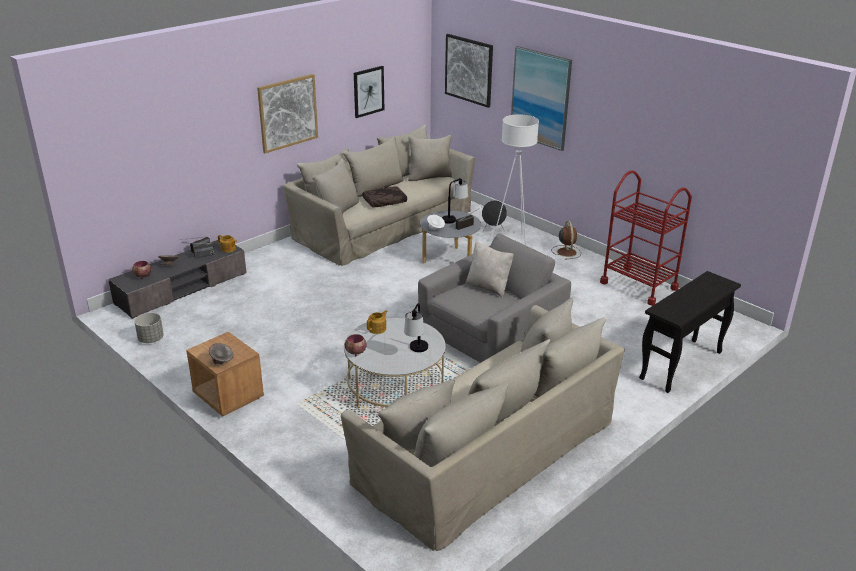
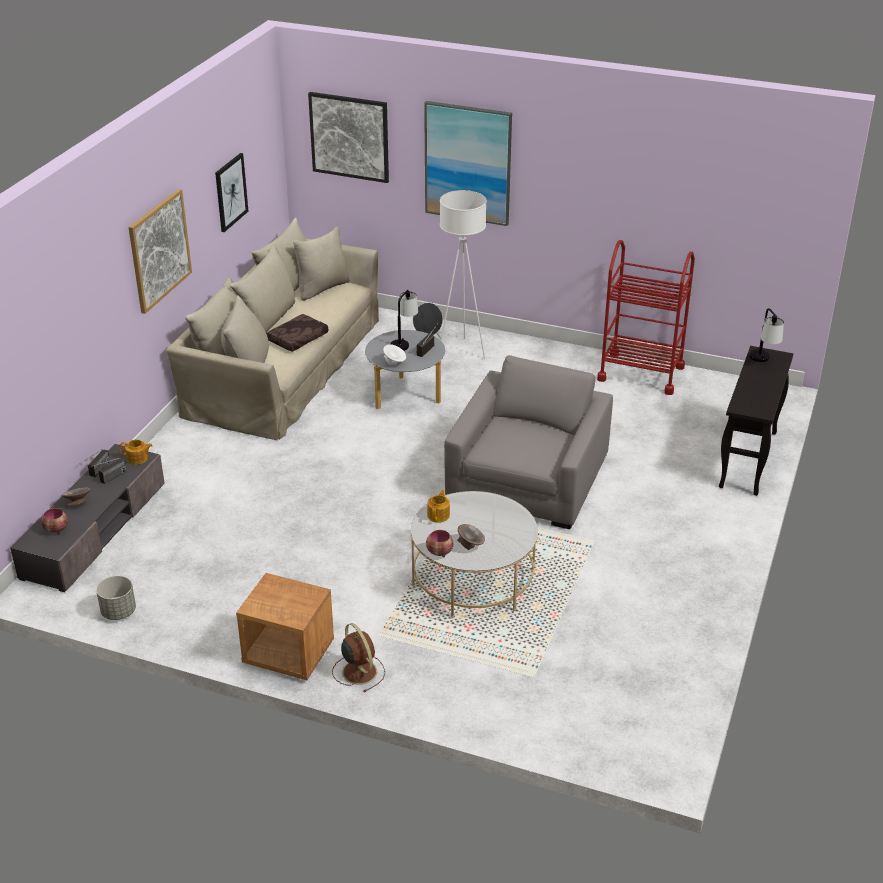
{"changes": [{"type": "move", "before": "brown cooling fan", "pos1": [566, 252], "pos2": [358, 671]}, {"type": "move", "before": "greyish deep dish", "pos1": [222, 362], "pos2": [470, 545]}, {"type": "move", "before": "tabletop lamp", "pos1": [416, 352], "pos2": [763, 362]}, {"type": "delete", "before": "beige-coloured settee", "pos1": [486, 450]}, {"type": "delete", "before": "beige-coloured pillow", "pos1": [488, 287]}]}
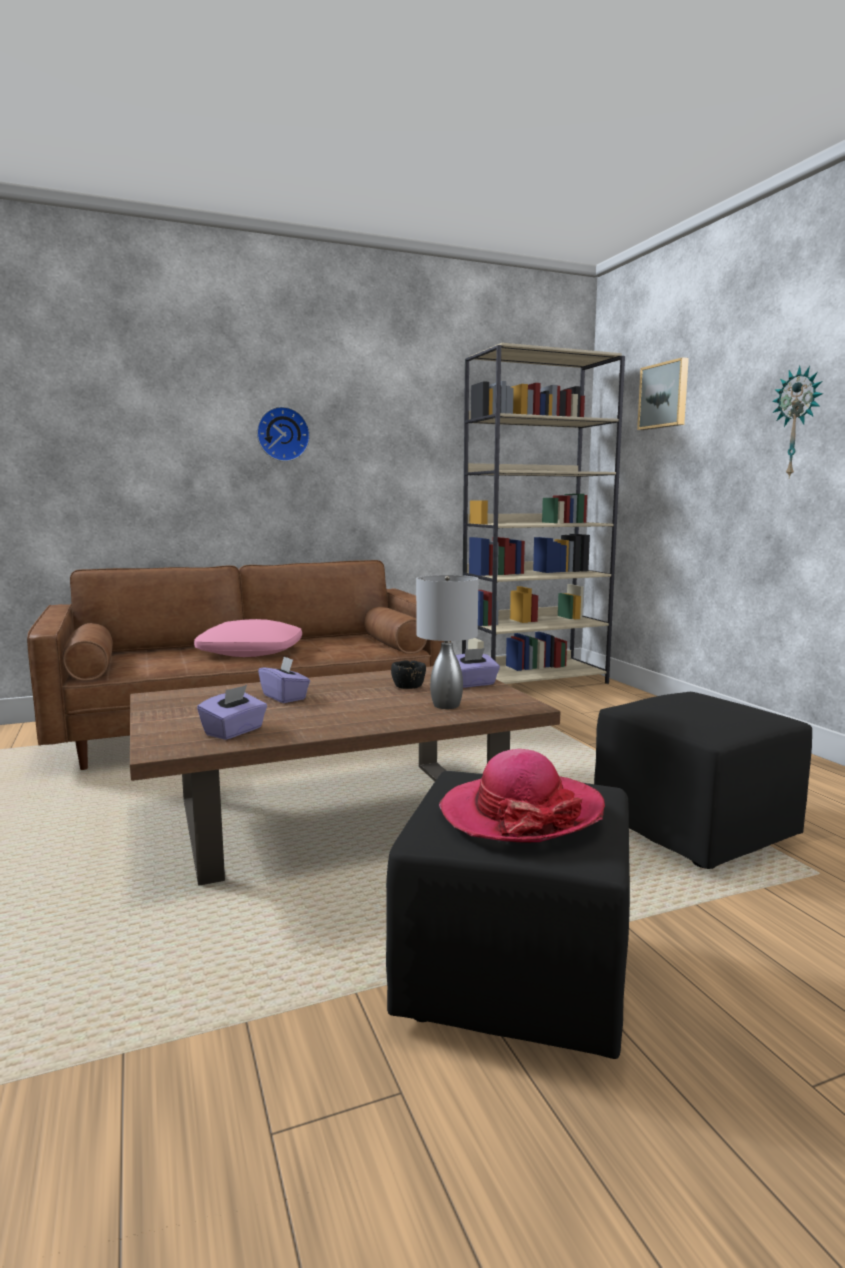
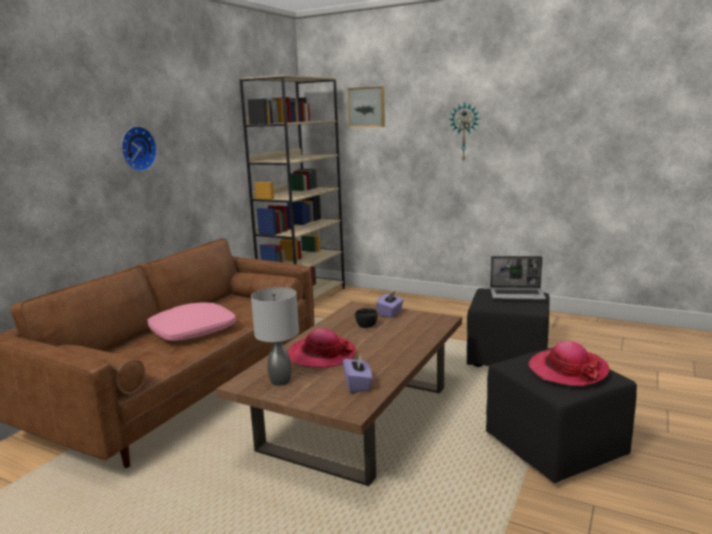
{"changes": [{"type": "move", "before": "greyish tabletop lamp", "pos1": [445, 705], "pos2": [279, 381]}, {"type": "replace", "before": "purple-coloured tissue box", "after": "wearable hat", "pos1": [285, 697], "pos2": [321, 355]}, {"type": "insert", "after": "laptop", "pos2": [517, 295]}]}
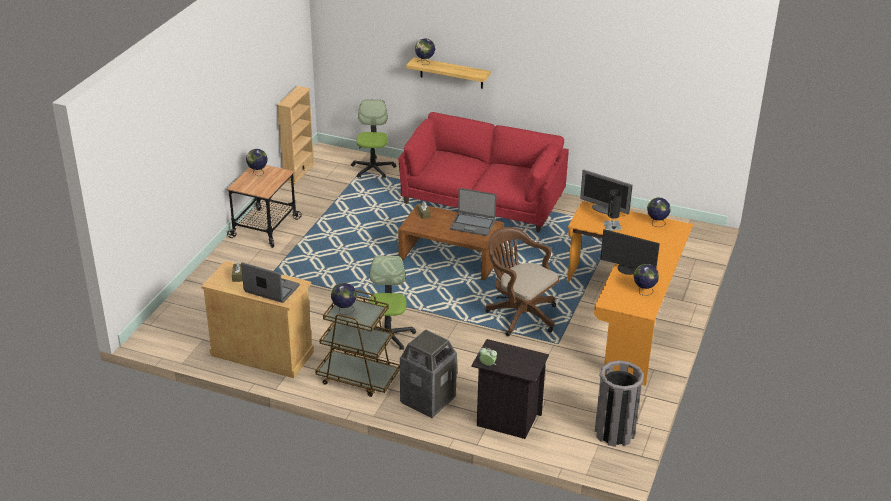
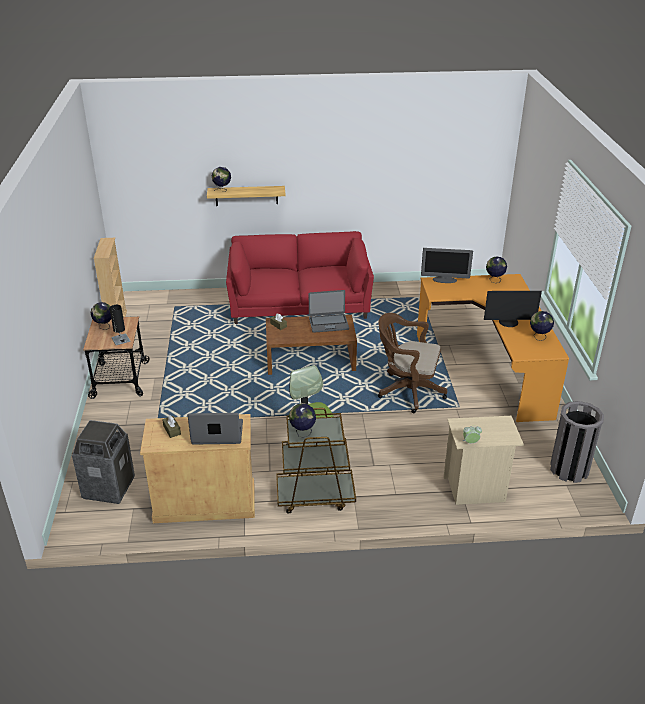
{"changes": [{"type": "move", "before": "waste bin", "pos1": [428, 400], "pos2": [108, 487]}, {"type": "move", "before": "black-coloured tabletop lamp", "pos1": [612, 226], "pos2": [121, 339]}, {"type": "recolor", "before": "black-coloured bedside table", "after": "beige-coloured bedside table", "pos1": [506, 420], "pos2": [475, 489]}, {"type": "delete", "before": "computer chair", "pos1": [373, 169]}]}
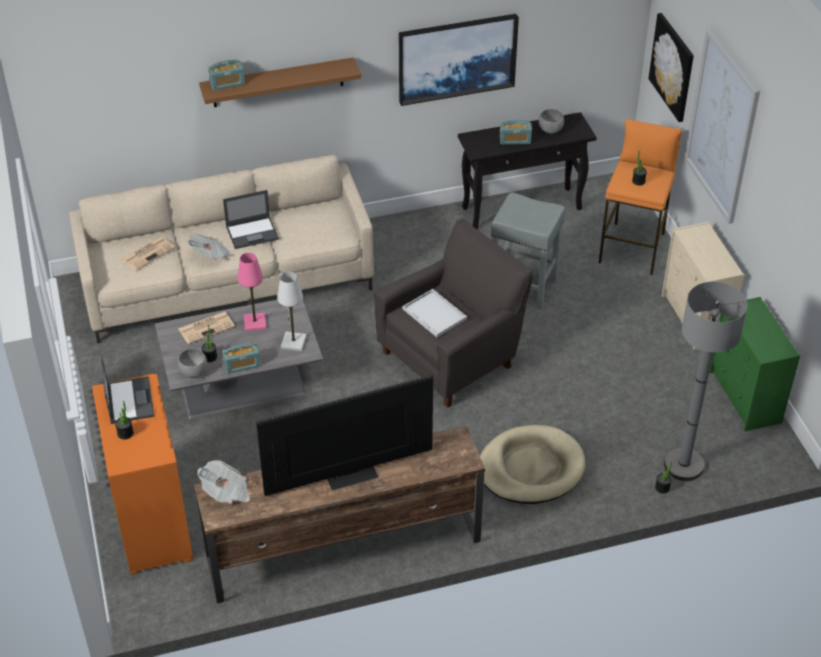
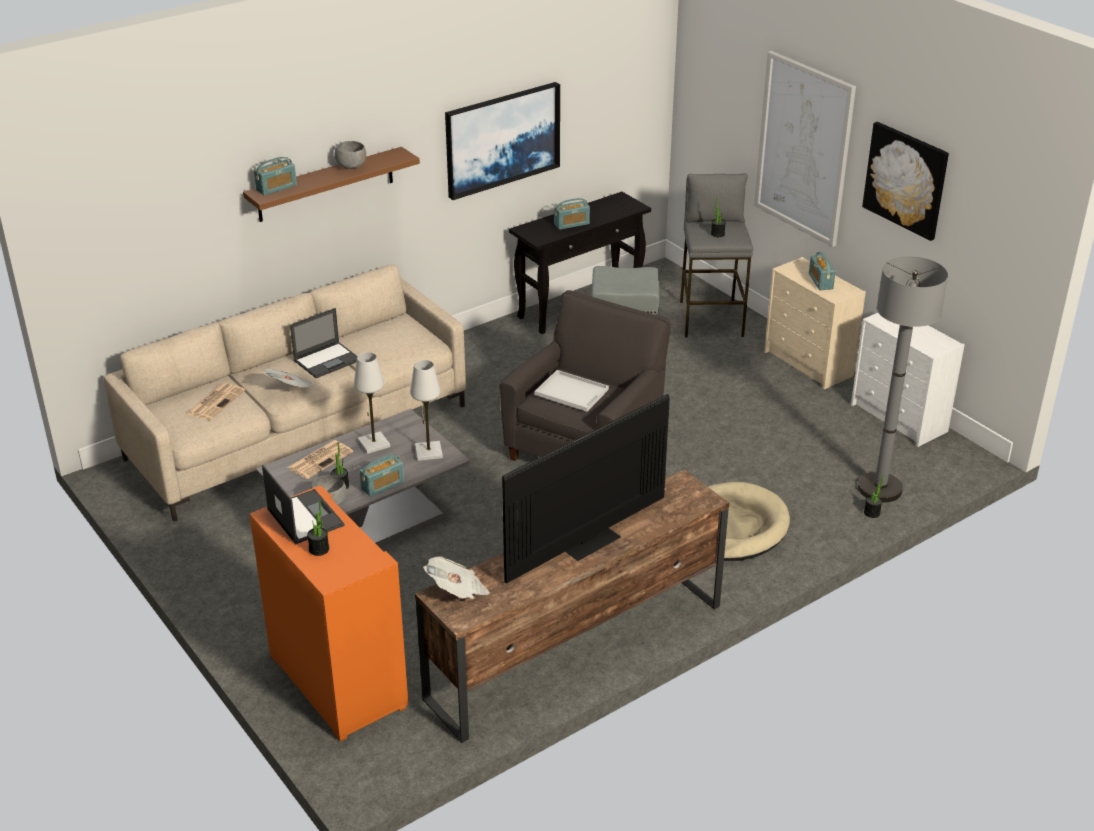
{"changes": [{"type": "move", "before": "greyish deep dish", "pos1": [550, 130], "pos2": [351, 166]}, {"type": "recolor", "before": "pinkish tabletop lamp", "after": "white-coloured tabletop lamp", "pos1": [254, 323], "pos2": [373, 444]}, {"type": "recolor", "before": "orangey stool seat", "after": "greyish stool seat", "pos1": [633, 248], "pos2": [711, 318]}, {"type": "insert", "after": "radio receiver", "pos2": [820, 281]}, {"type": "recolor", "before": "greenish drawer chest", "after": "white-coloured drawer chest", "pos1": [745, 398], "pos2": [899, 418]}, {"type": "move", "before": "wall picture", "pos1": [672, 67], "pos2": [906, 180]}]}
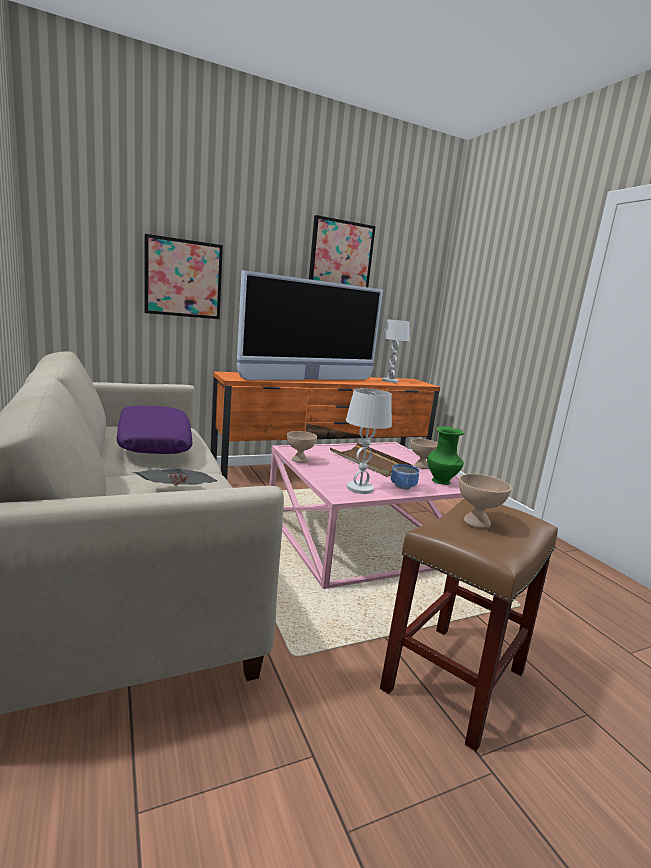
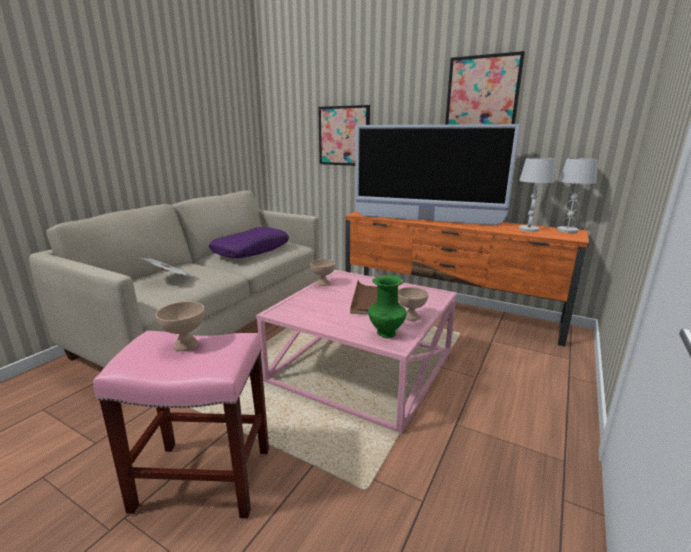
{"changes": [{"type": "recolor", "before": "brown stool seat", "after": "pinkish stool seat", "pos1": [455, 681], "pos2": [202, 479]}, {"type": "move", "before": "white-coloured tabletop lamp", "pos1": [360, 488], "pos2": [567, 230]}, {"type": "delete", "before": "deep dish", "pos1": [403, 487]}]}
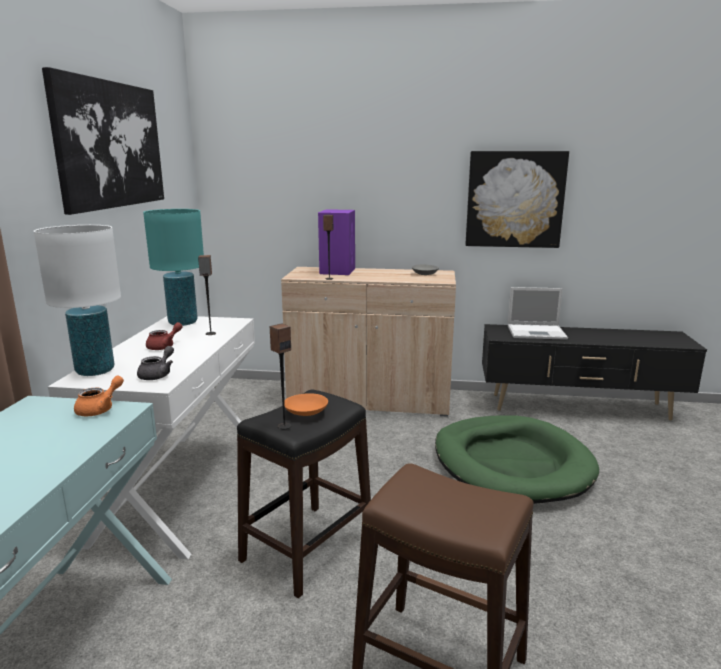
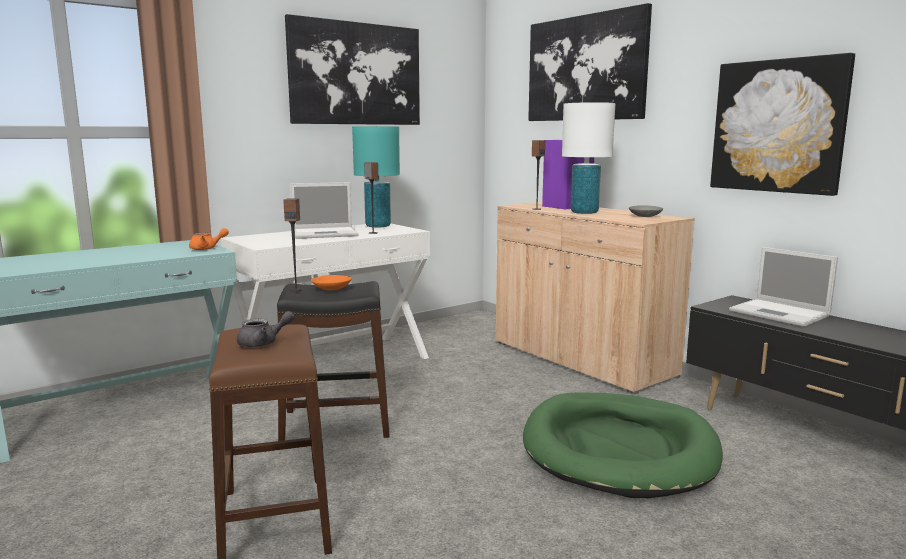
{"changes": [{"type": "move", "before": "greyish tea pot", "pos1": [158, 375], "pos2": [263, 343]}, {"type": "replace", "before": "red-coloured tea pot", "after": "laptop", "pos1": [164, 346], "pos2": [326, 233]}, {"type": "insert", "after": "wall picture", "pos2": [585, 68]}, {"type": "move", "before": "white-coloured tabletop lamp", "pos1": [95, 371], "pos2": [584, 212]}]}
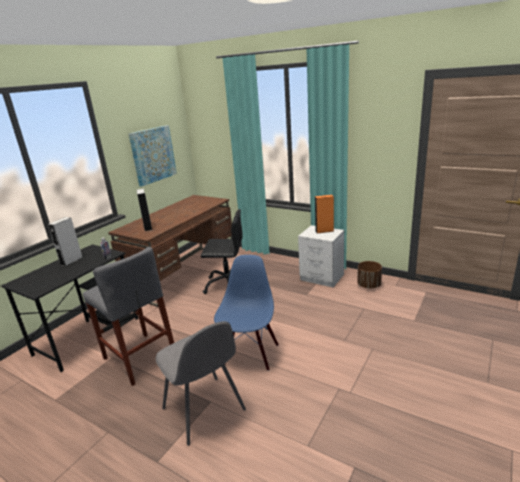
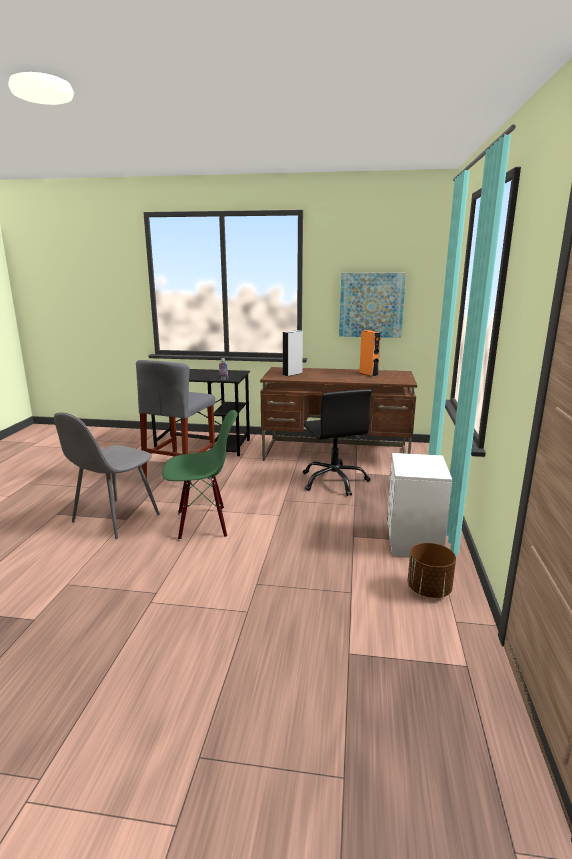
{"changes": [{"type": "recolor", "before": "blue-coloured chair", "after": "greenish chair", "pos1": [250, 354], "pos2": [202, 523]}, {"type": "move", "before": "orangey speaker", "pos1": [324, 231], "pos2": [368, 374]}, {"type": "delete", "before": "greyish speaker", "pos1": [71, 261]}]}
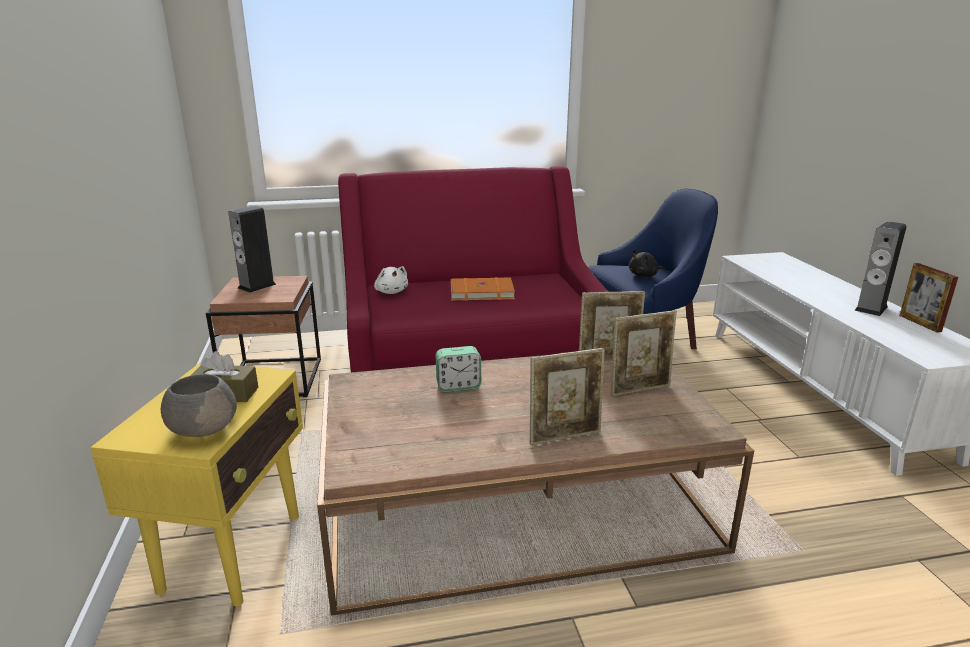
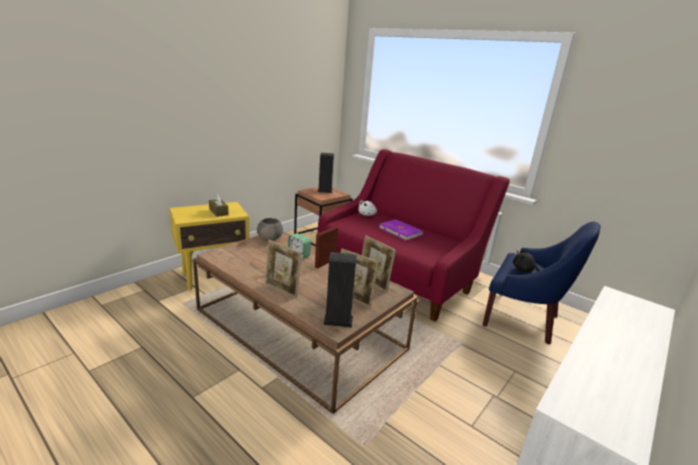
{"changes": [{"type": "move", "before": "greyish deep dish", "pos1": [204, 428], "pos2": [270, 238]}, {"type": "move", "before": "photo frame", "pos1": [920, 323], "pos2": [325, 263]}, {"type": "move", "before": "speaker", "pos1": [871, 308], "pos2": [338, 320]}, {"type": "recolor", "before": "orangey volume", "after": "purple-coloured volume", "pos1": [481, 292], "pos2": [400, 231]}]}
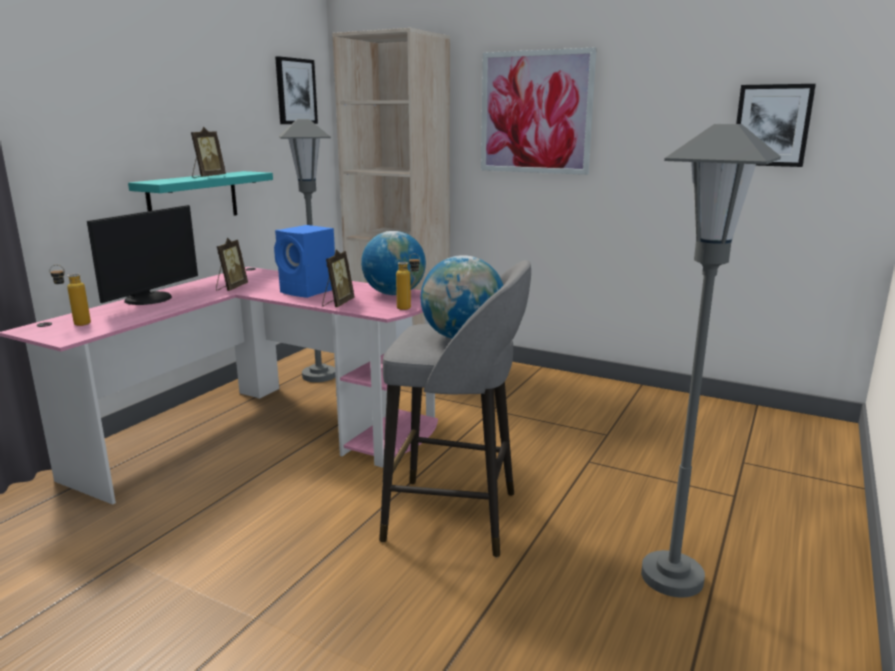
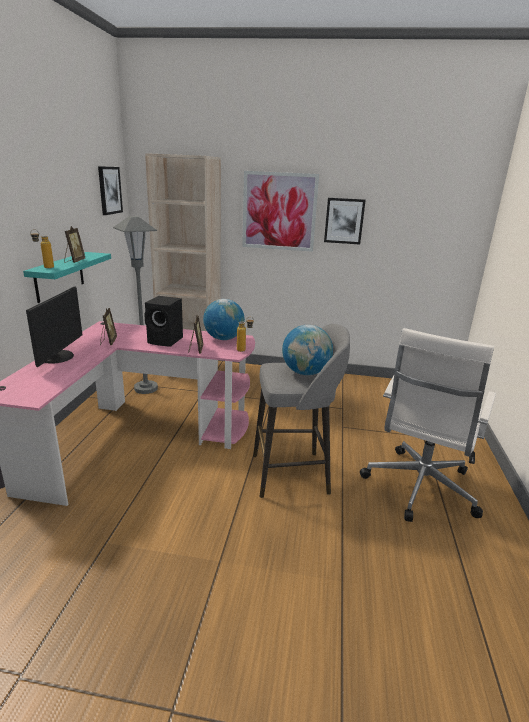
{"changes": [{"type": "move", "before": "beverage bottle", "pos1": [75, 324], "pos2": [45, 267]}, {"type": "recolor", "before": "blue-coloured speaker", "after": "black-coloured speaker", "pos1": [309, 291], "pos2": [166, 340]}, {"type": "move", "before": "wall picture", "pos1": [772, 125], "pos2": [344, 221]}, {"type": "replace", "before": "greyish floor lamp", "after": "white-coloured computer chair", "pos1": [671, 577], "pos2": [419, 488]}]}
